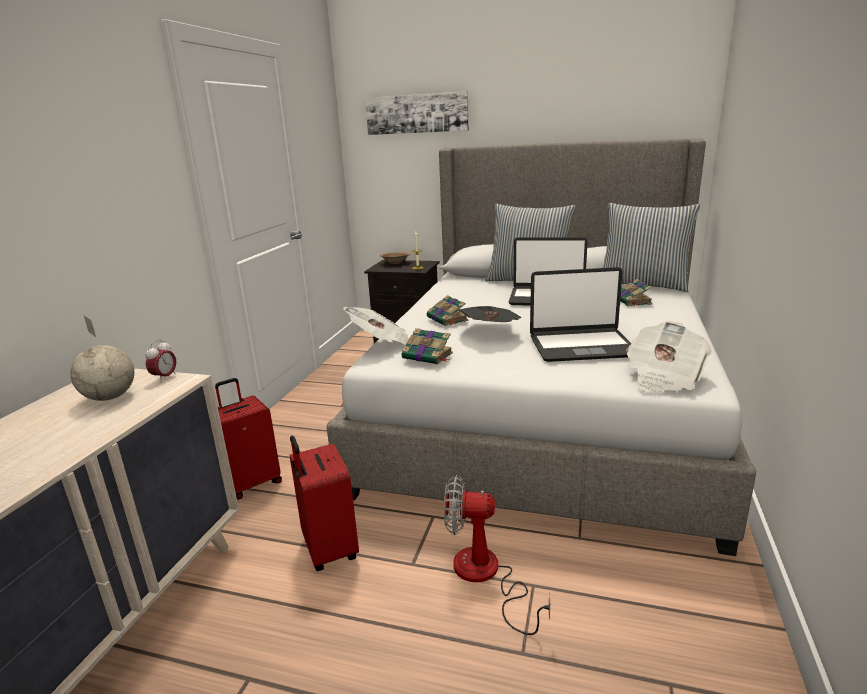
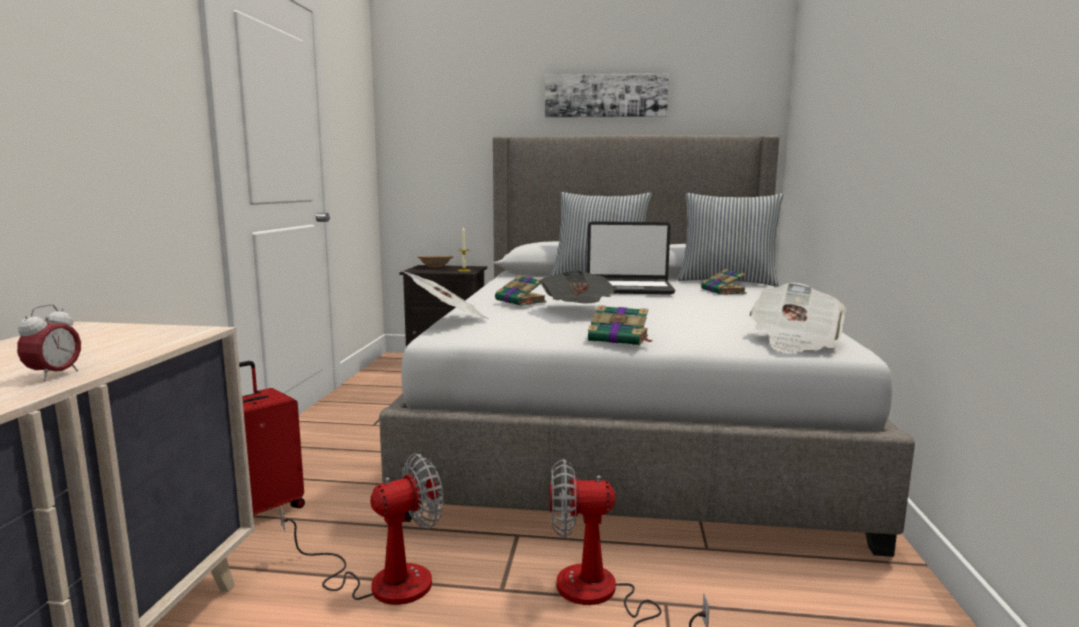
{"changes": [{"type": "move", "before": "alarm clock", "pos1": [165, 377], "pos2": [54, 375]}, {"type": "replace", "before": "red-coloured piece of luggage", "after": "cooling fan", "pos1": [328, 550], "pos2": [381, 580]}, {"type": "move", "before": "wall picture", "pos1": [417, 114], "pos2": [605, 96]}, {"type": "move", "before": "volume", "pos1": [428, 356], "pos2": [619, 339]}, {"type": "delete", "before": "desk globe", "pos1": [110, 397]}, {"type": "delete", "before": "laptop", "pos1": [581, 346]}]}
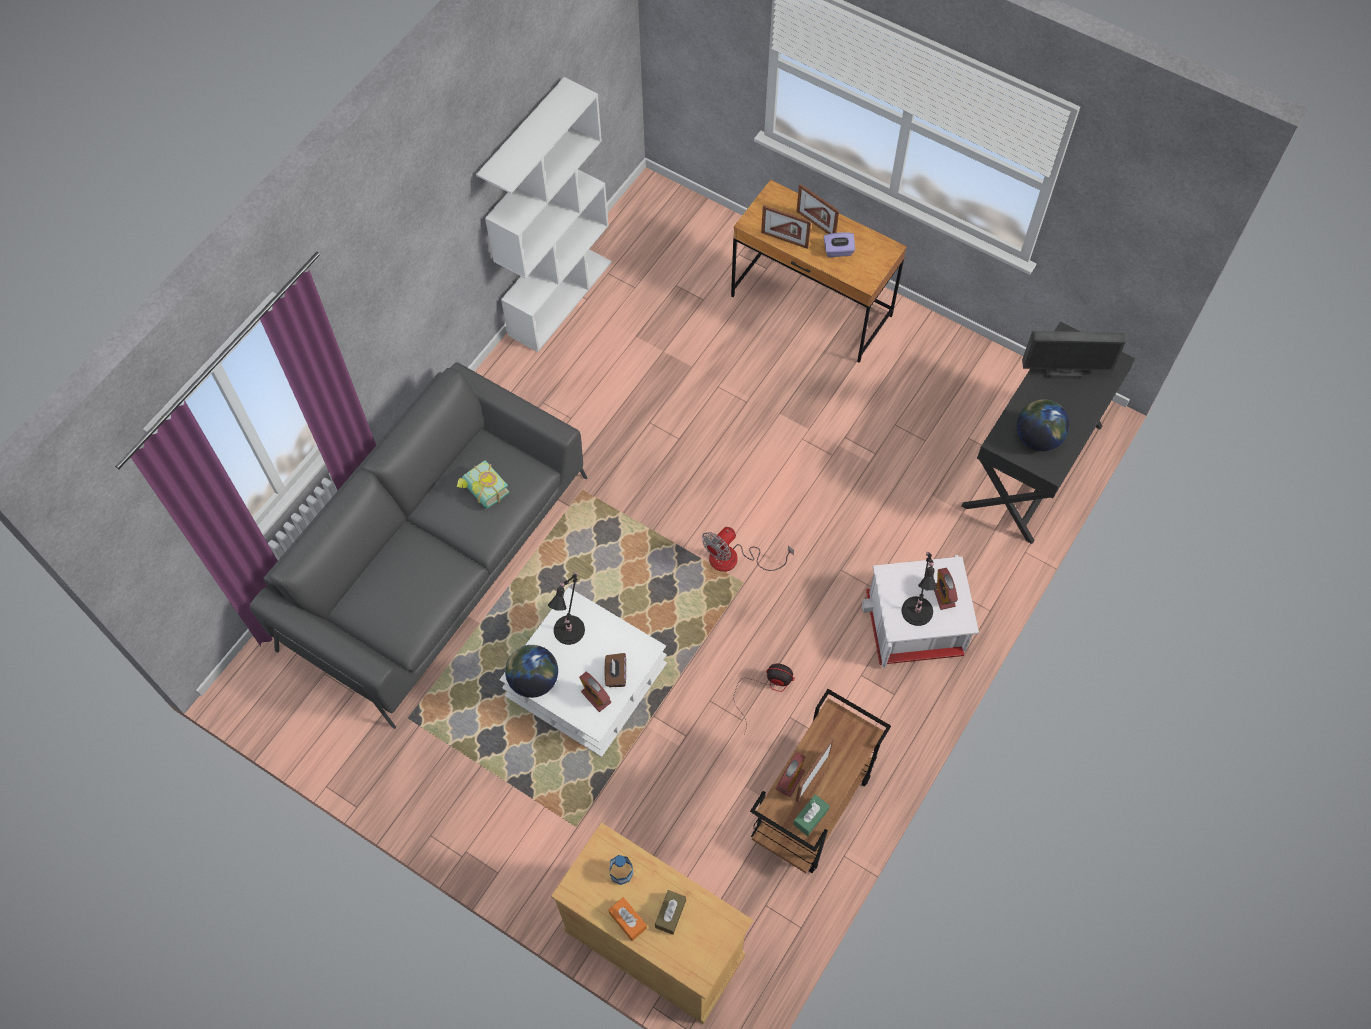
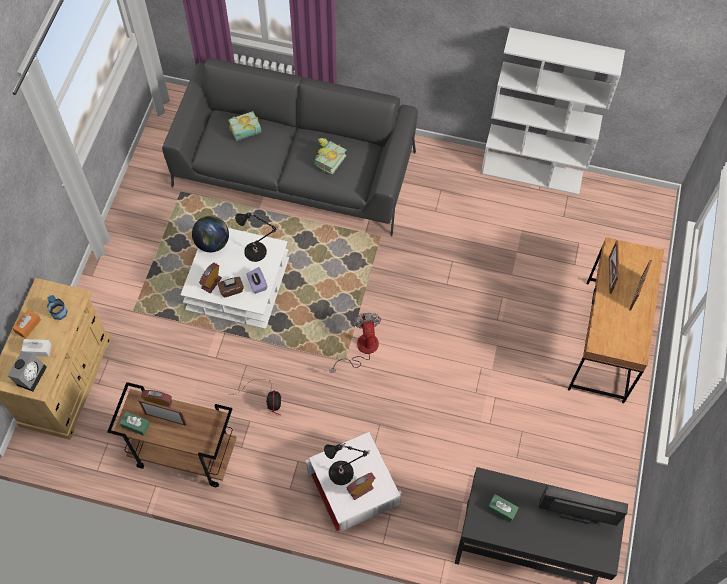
{"changes": [{"type": "insert", "after": "alarm clock", "pos2": [30, 374]}, {"type": "recolor", "before": "brown tissue box", "after": "white-coloured tissue box", "pos1": [670, 914], "pos2": [37, 350]}, {"type": "insert", "after": "volume", "pos2": [246, 133]}, {"type": "move", "before": "purple-coloured tissue box", "pos1": [838, 251], "pos2": [257, 284]}, {"type": "rotate", "before": "cooling fan", "pos1": [734, 559], "pos2": [361, 349], "turn": 60}, {"type": "replace", "before": "desk globe", "after": "greenish tissue box", "pos1": [1037, 438], "pos2": [502, 509]}, {"type": "rotate", "before": "computer display", "pos1": [1063, 372], "pos2": [575, 517], "turn": 120}]}
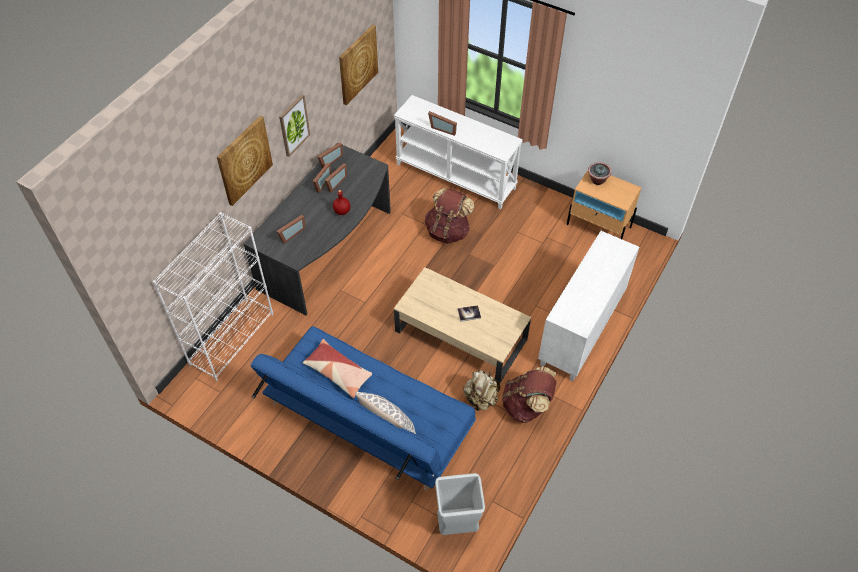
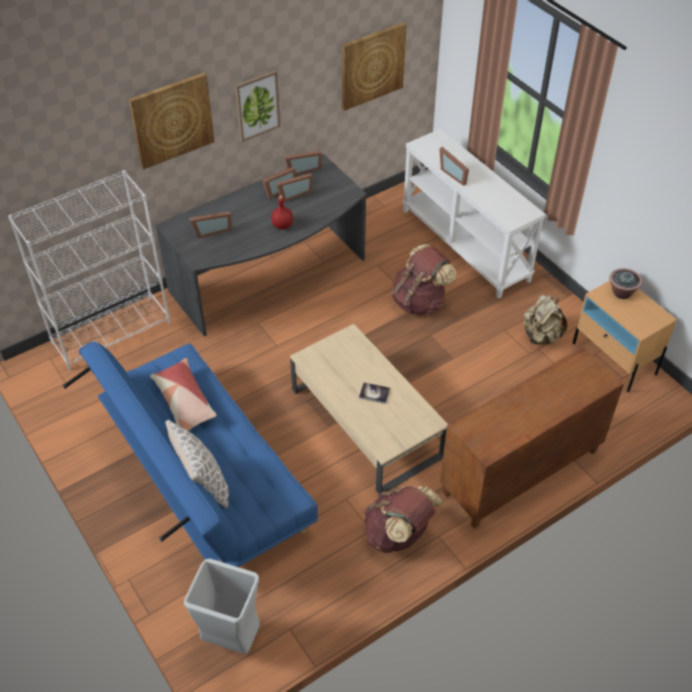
{"changes": [{"type": "recolor", "before": "white-coloured cabinet", "after": "brown cabinet", "pos1": [581, 331], "pos2": [520, 473]}, {"type": "move", "before": "beige-coloured knapsack", "pos1": [481, 399], "pos2": [541, 336]}]}
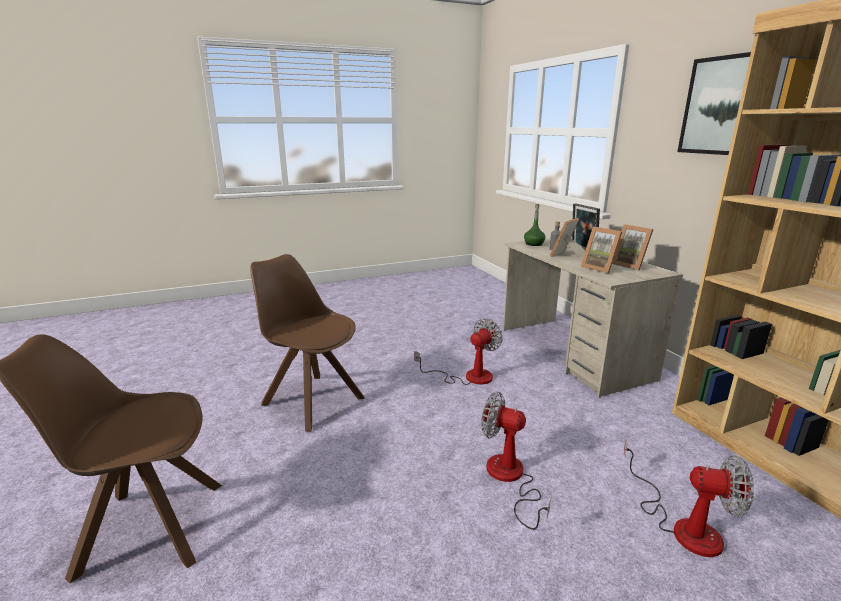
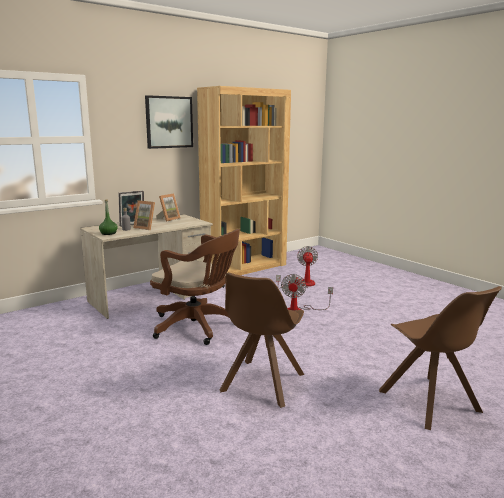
{"changes": [{"type": "replace", "before": "cooling fan", "after": "brown computer chair", "pos1": [468, 377], "pos2": [198, 327]}, {"type": "delete", "before": "photo frame", "pos1": [600, 268]}]}
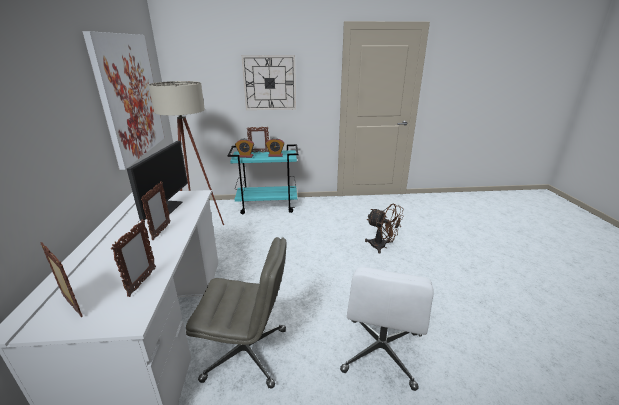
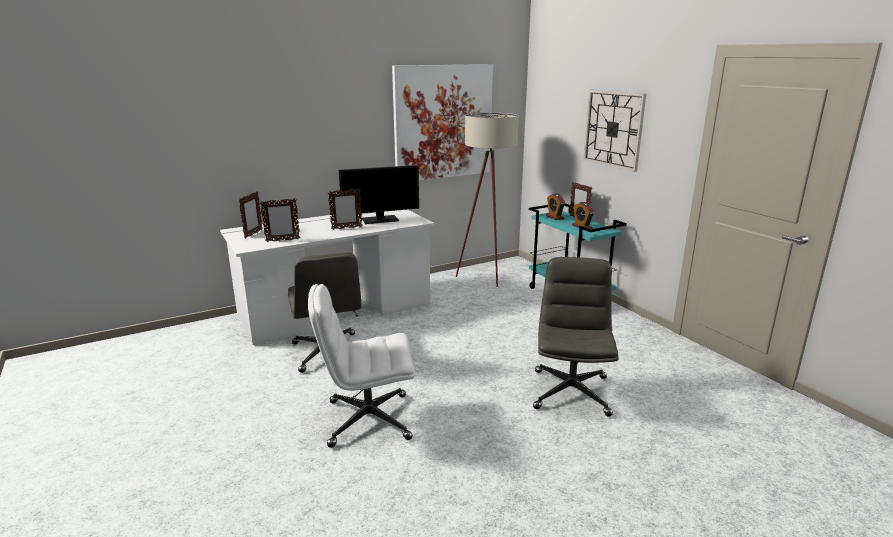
{"changes": [{"type": "replace", "before": "brown cooling fan", "after": "greyish computer chair", "pos1": [382, 246], "pos2": [570, 392]}]}
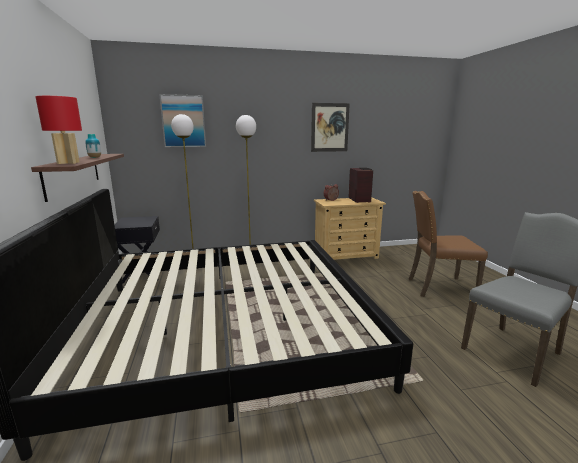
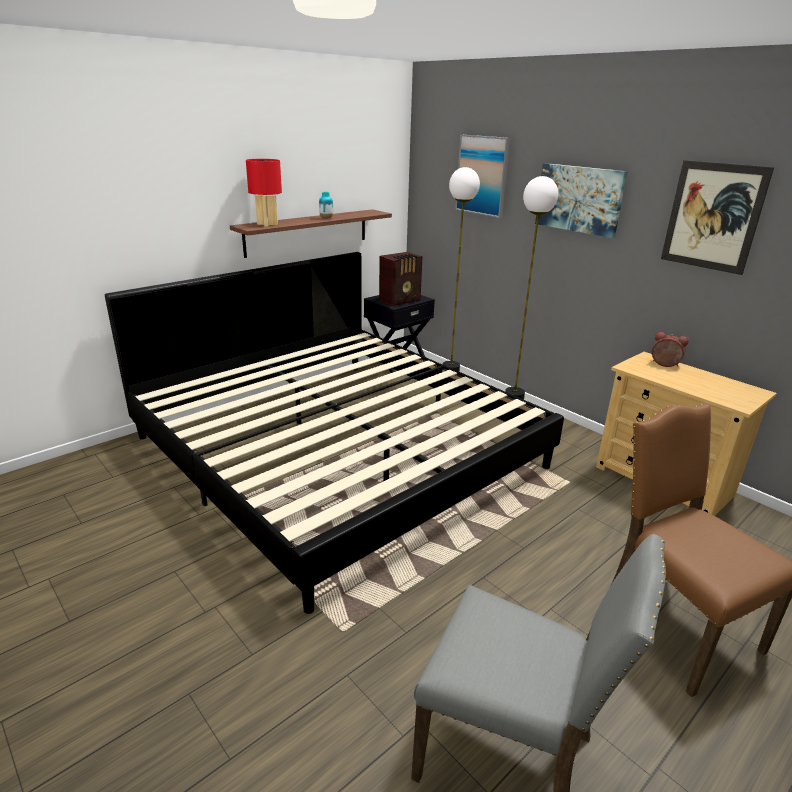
{"changes": [{"type": "move", "before": "radio receiver", "pos1": [359, 200], "pos2": [401, 300]}, {"type": "insert", "after": "wall picture", "pos2": [579, 199]}]}
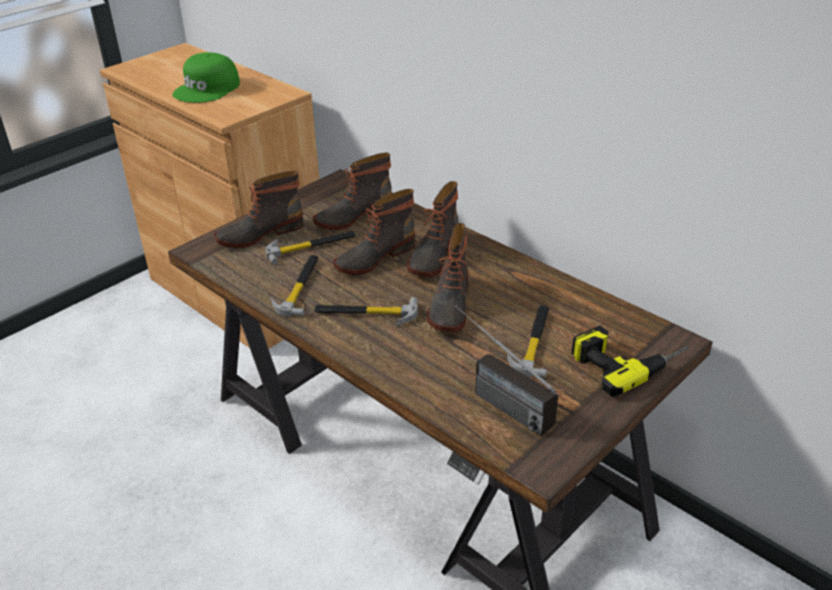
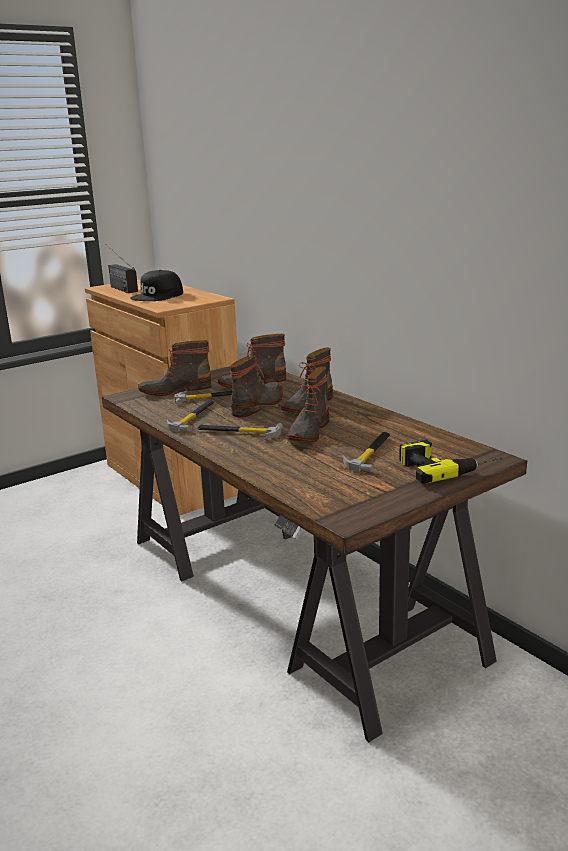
{"changes": [{"type": "move", "before": "radio receiver", "pos1": [494, 399], "pos2": [118, 288]}, {"type": "recolor", "before": "greenish baseball cap", "after": "black-coloured baseball cap", "pos1": [208, 89], "pos2": [158, 296]}, {"type": "rotate", "before": "tall boot", "pos1": [374, 257], "pos2": [259, 404], "turn": 150}]}
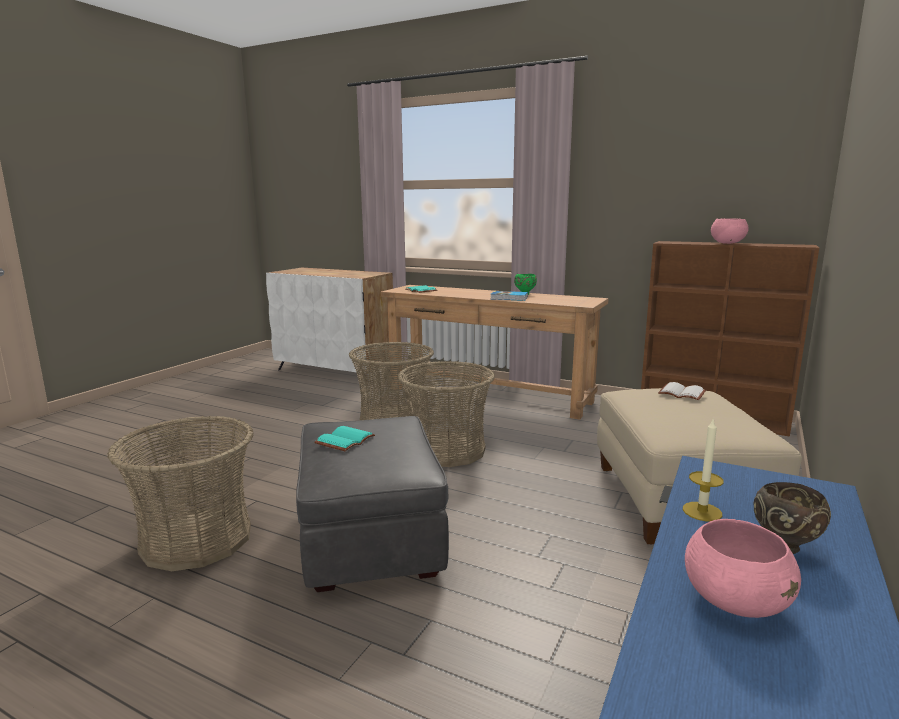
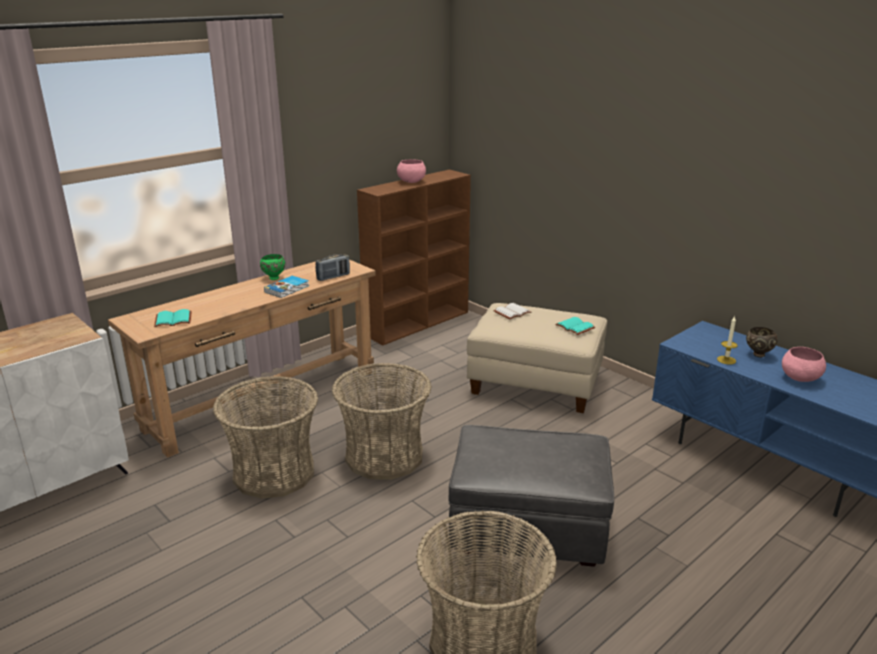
{"changes": [{"type": "insert", "after": "radio receiver", "pos2": [333, 277]}, {"type": "move", "before": "turquoise-coloured volume", "pos1": [344, 440], "pos2": [574, 327]}]}
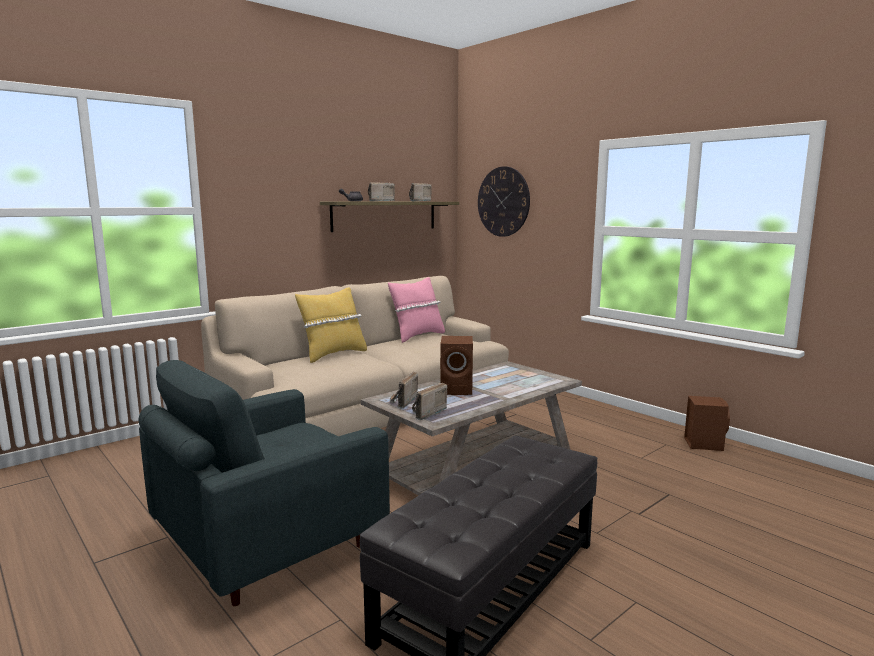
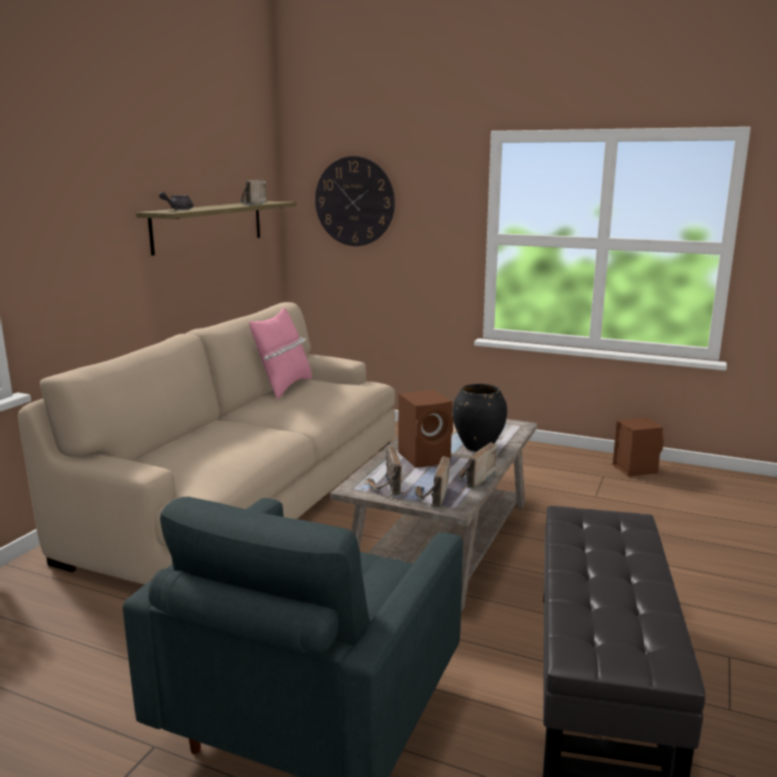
{"changes": [{"type": "insert", "after": "black-coloured flower vase", "pos2": [477, 447]}, {"type": "move", "before": "radio receiver", "pos1": [379, 201], "pos2": [473, 479]}, {"type": "delete", "before": "yellowish pillow", "pos1": [333, 354]}]}
